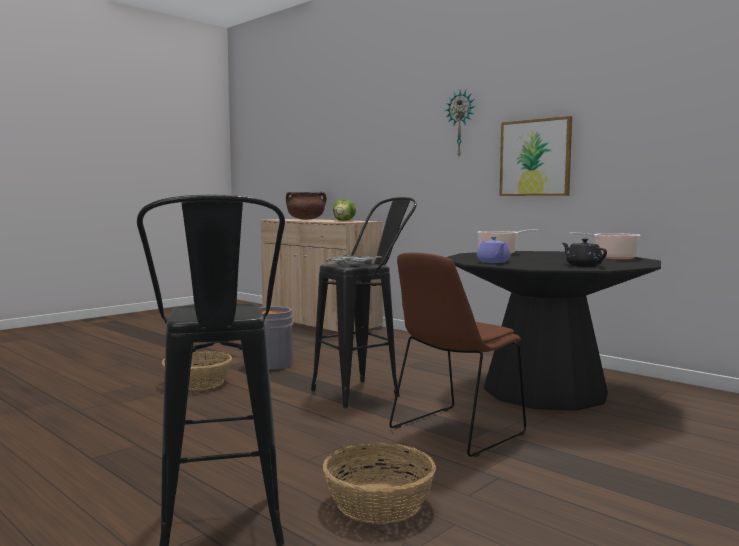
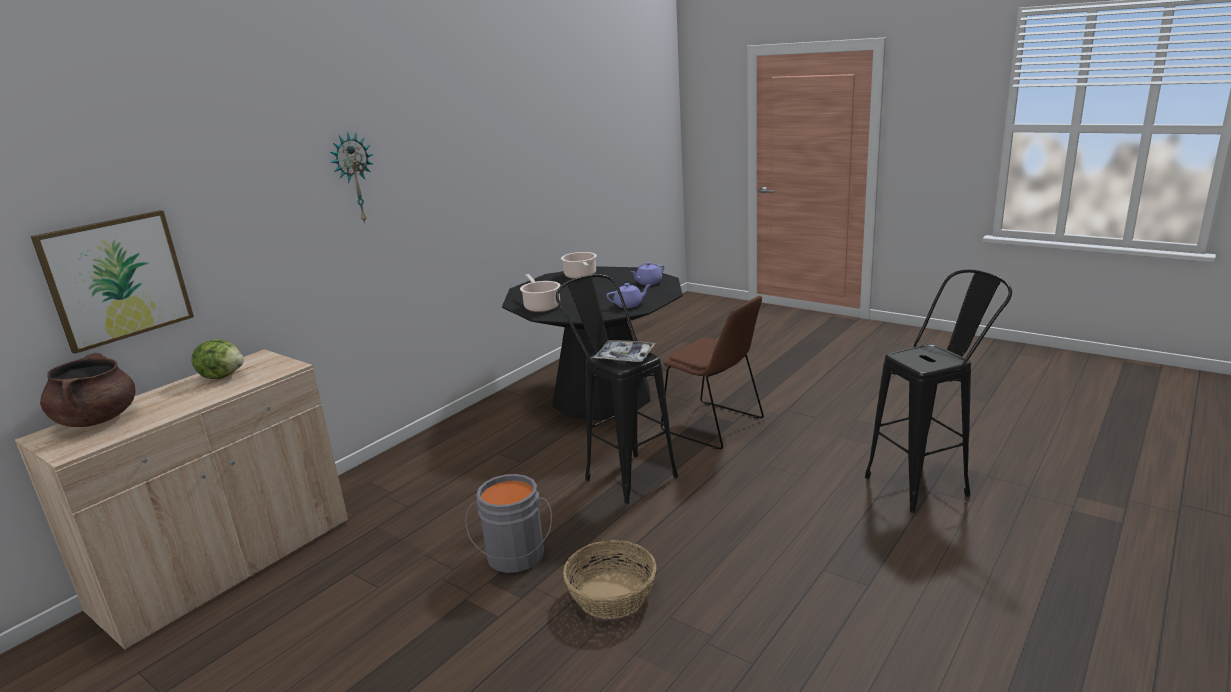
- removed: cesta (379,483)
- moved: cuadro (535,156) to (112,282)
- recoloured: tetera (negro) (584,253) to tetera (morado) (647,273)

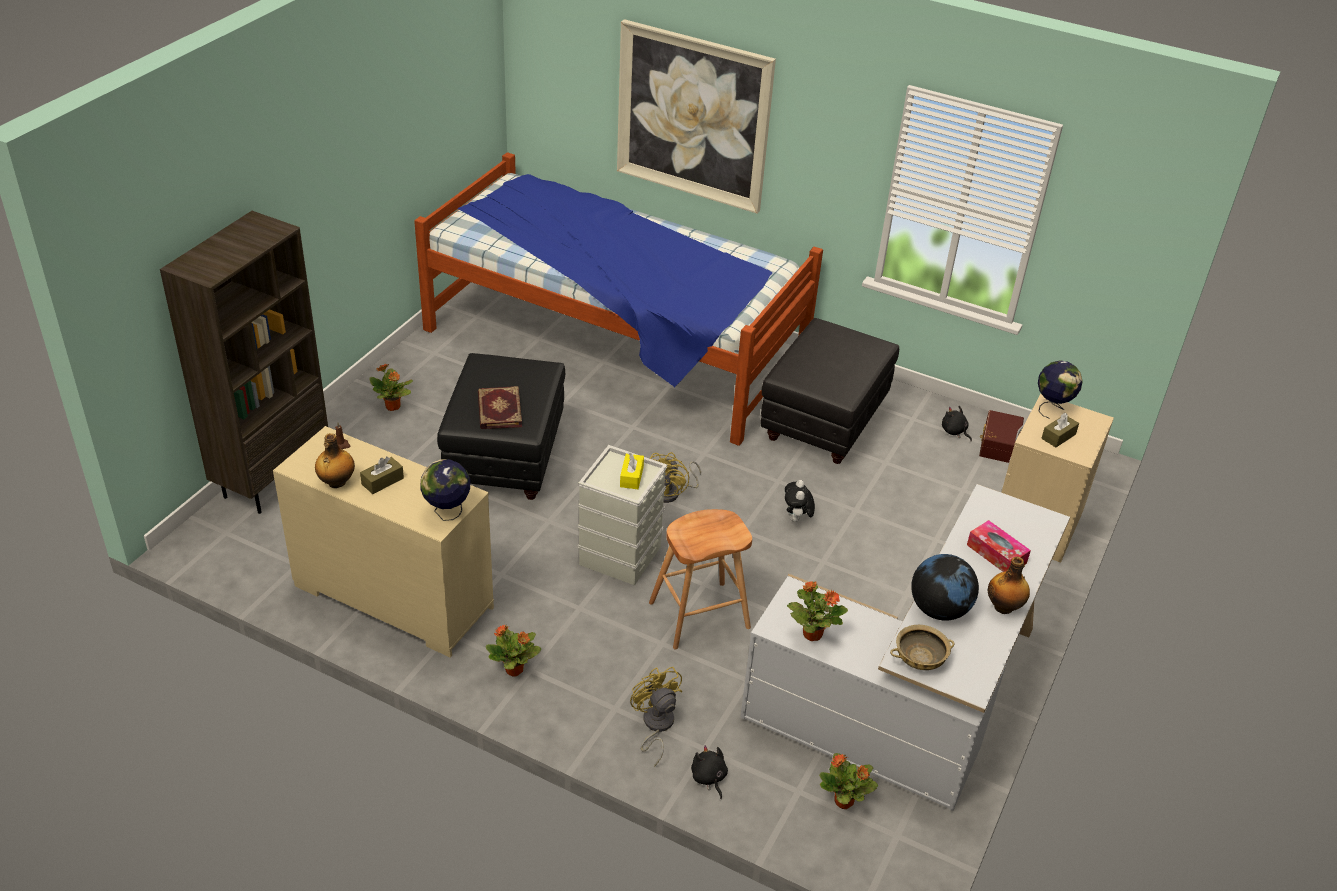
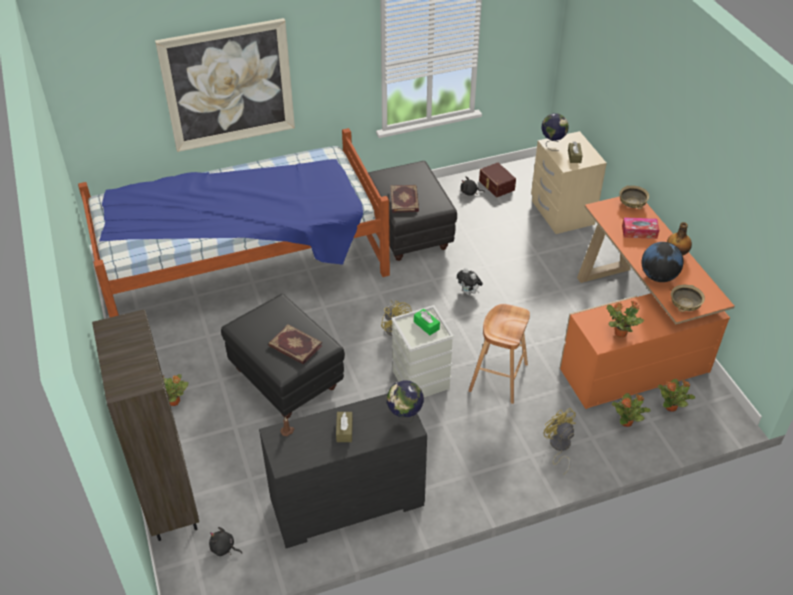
- recoloured: cómoda (beis) (383,542) to cómoda (negro) (343,470)
- removed: botella (335,460)
- moved: planta en maceta (513,650) to (631,410)
- recoloured: caja de pañuelos (amarillo) (632,470) to caja de pañuelos (verde) (427,322)
- turned: ventilador (amarillo) (656,717) = (559,441) 45 degrees clockwise
- moved: peluche (negro) (709,772) to (225,541)
- recoloured: escritorio (blanco) (905,647) to escritorio (naranja) (647,302)
- added: libro (404,199)
- added: cuenco (beis) (634,197)

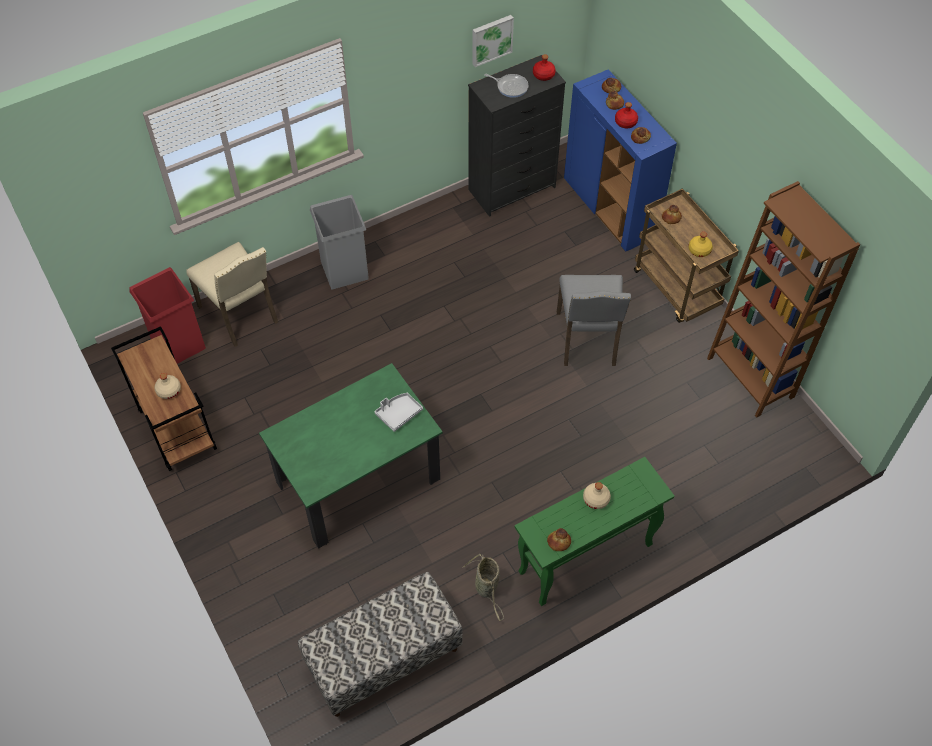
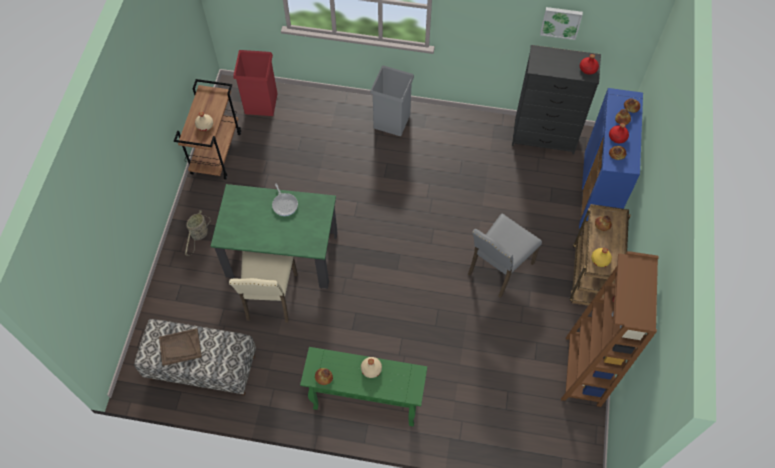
- moved: silla (beis) (232,294) to (263,287)
- removed: bandeja (gris) (399,412)
- moved: cesta (483,587) to (197,233)
- moved: sartén (506,86) to (285,199)
- added: bandeja (marrón) (180,347)

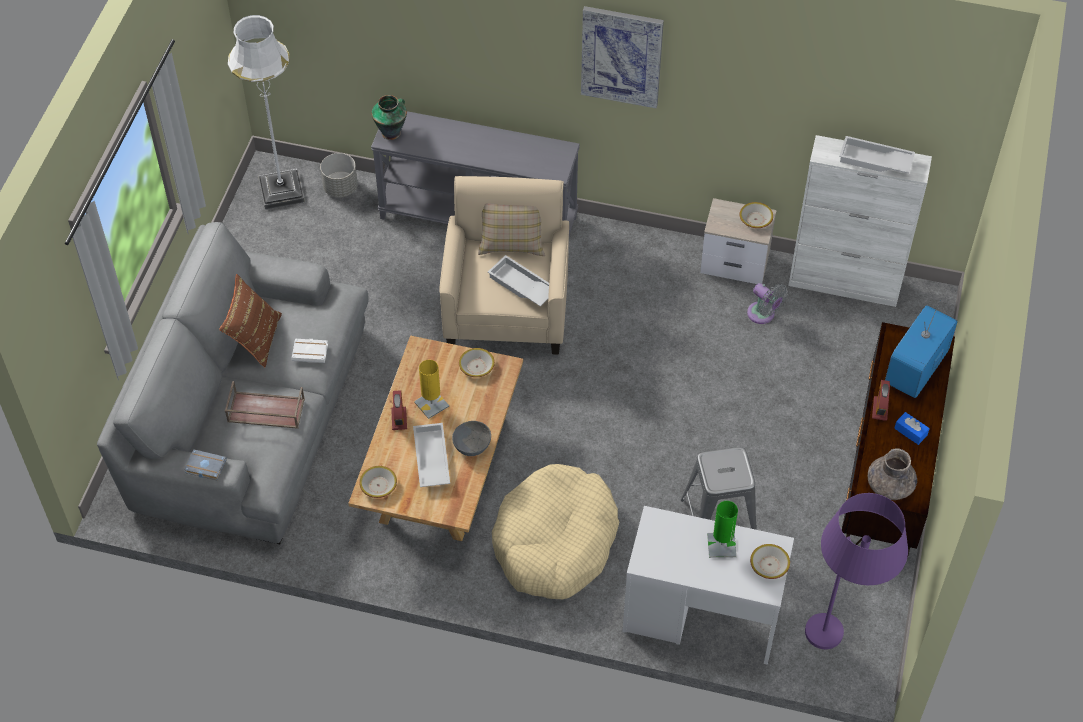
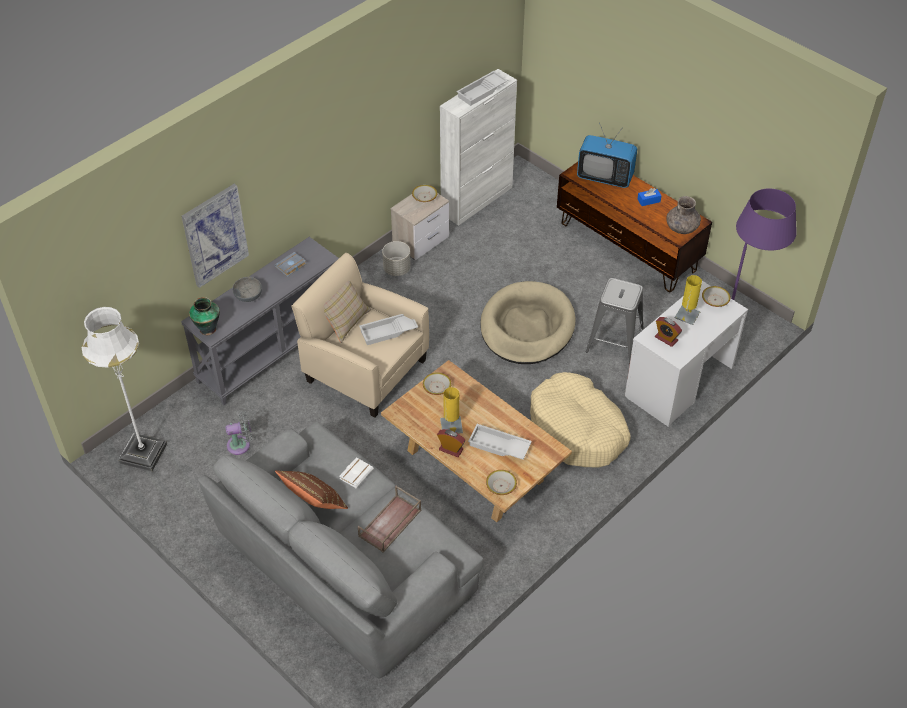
- moved: libro (gris) (205,465) to (291,264)
- moved: maceta (gris) (339,175) to (396,258)
- moved: cuenco (gris) (471,438) to (247,289)
- moved: cuadro (622,57) to (215,236)
- recoloured: lámpara de mesa (verde) (722,529) to lámpara de mesa (amarillo) (688,300)
- moved: ventilador (gris) (767,303) to (238,433)
- moved: despertador (881,400) to (668,332)
- turned: televisor (921,349) = (607,156) 45 degrees counterclockwise
- added: cama para perro (beis) (528,322)

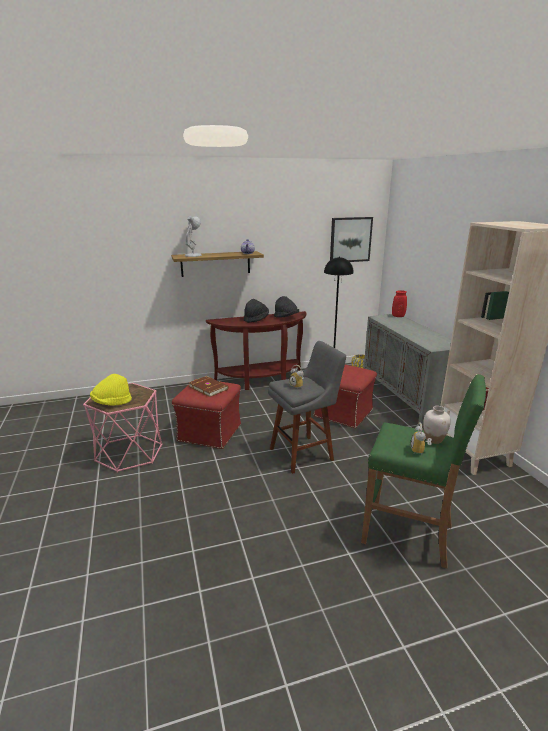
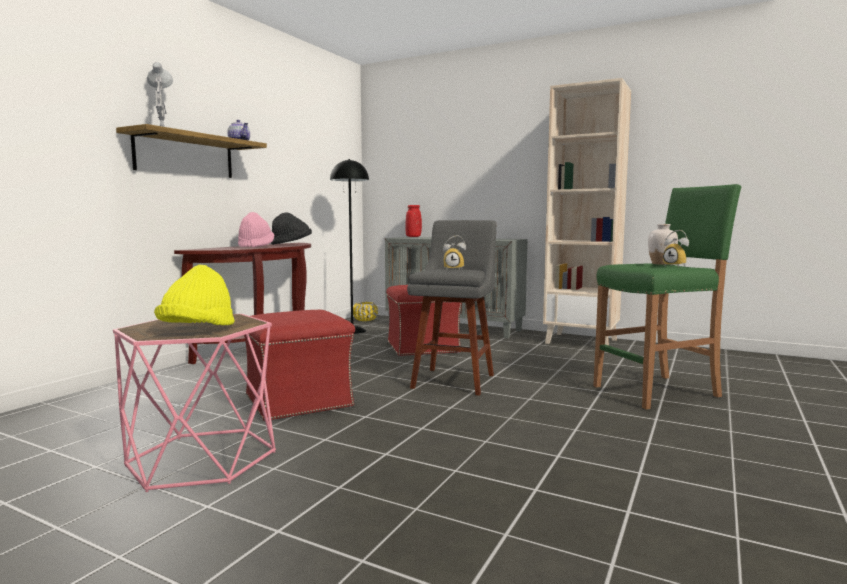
- removed: libro (marrón) (208,386)
- recoloured: sombrero (negro) (256,311) to sombrero (rosa) (256,230)
- removed: cuadro (351,239)

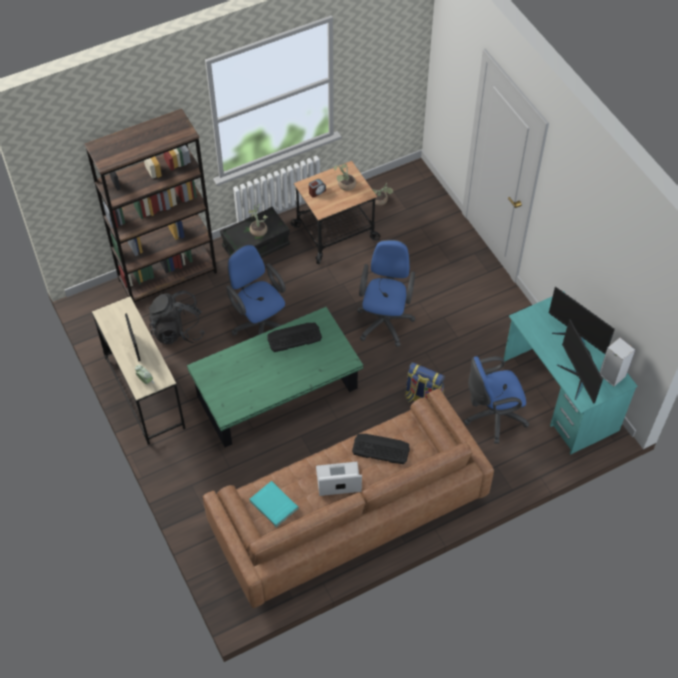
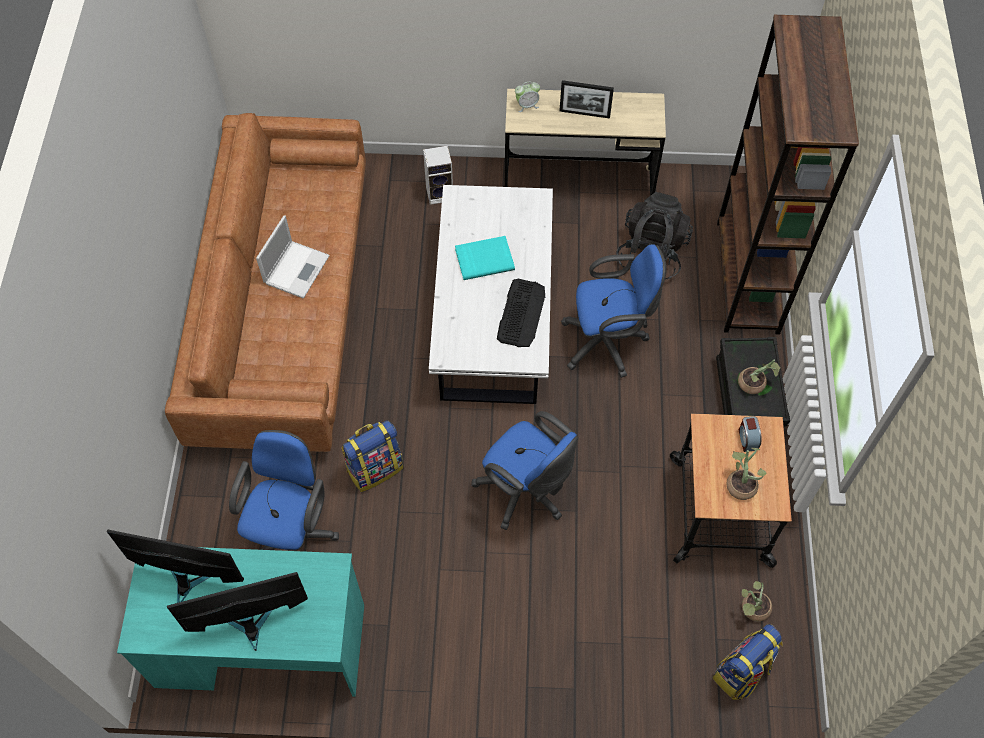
- recoloured: mesa de centro (verde) (275,377) to mesa de centro (blanco) (491,294)
- moved: libro (turquesa) (274,504) to (485,258)
- removed: teclado (381,449)
- moved: altavoz (617,362) to (438,175)
- added: mochila (747,662)

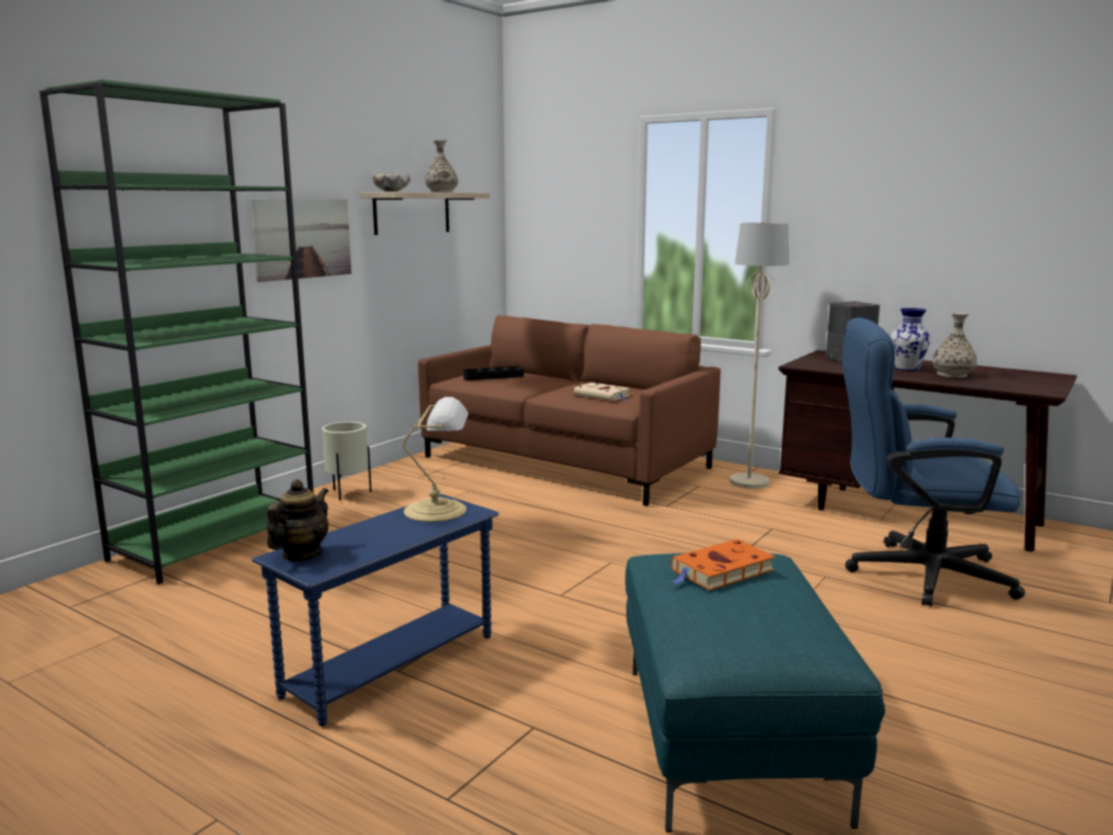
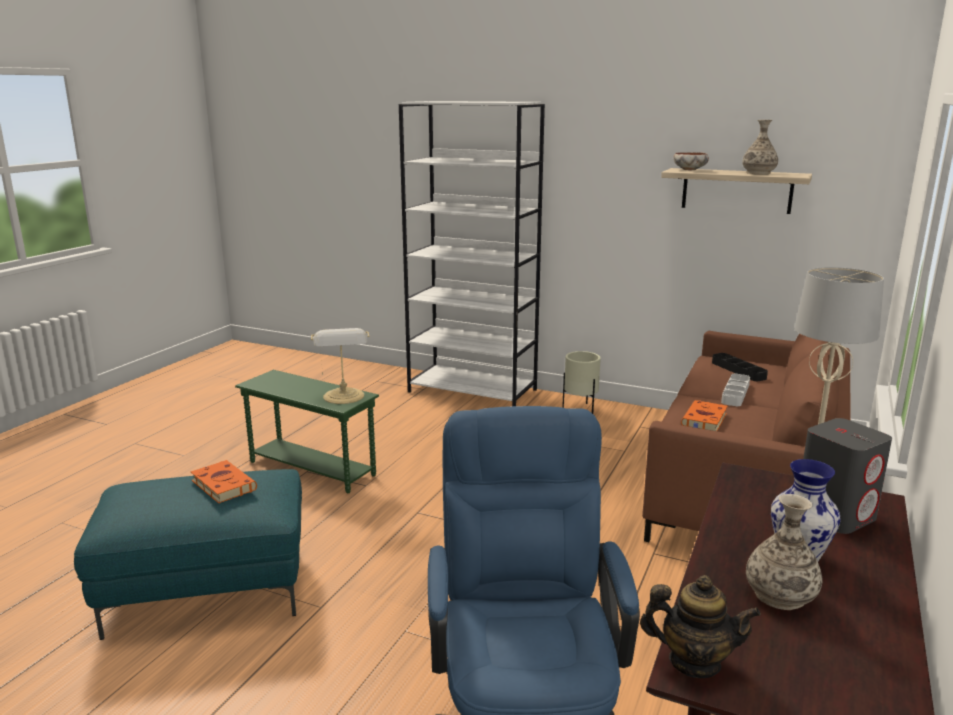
- recoloured: estantería (verde) (176,331) to estantería (blanco) (472,253)
- removed: cuadro (300,240)
- recoloured: mesa auxiliar (azul) (375,610) to mesa auxiliar (verde) (307,431)
- moved: tetera (298,520) to (700,626)
- recoloured: libro (beis) (602,391) to libro (naranja) (704,415)
- added: bandeja (gris) (735,390)

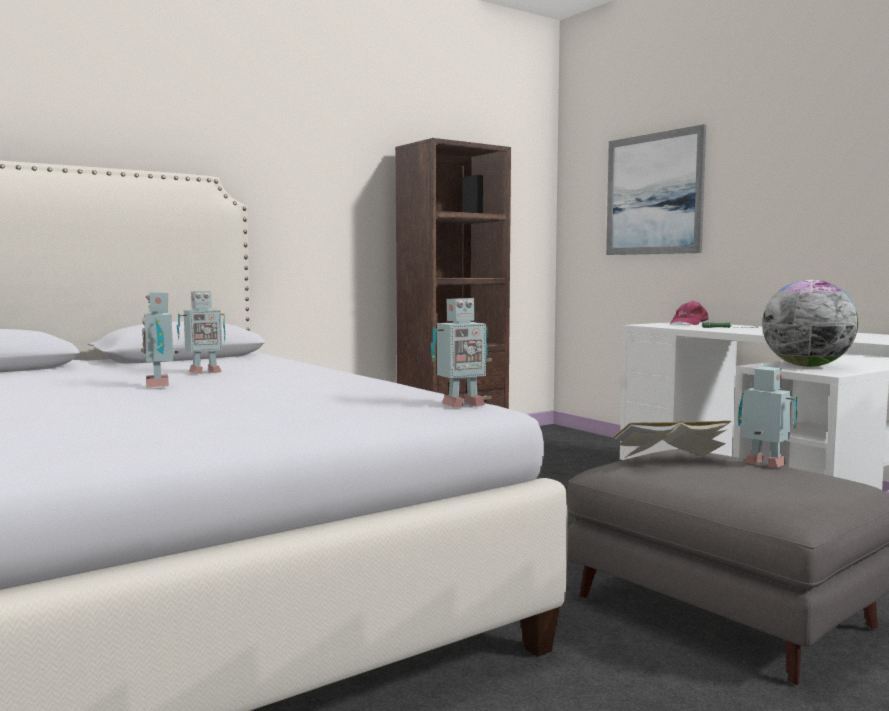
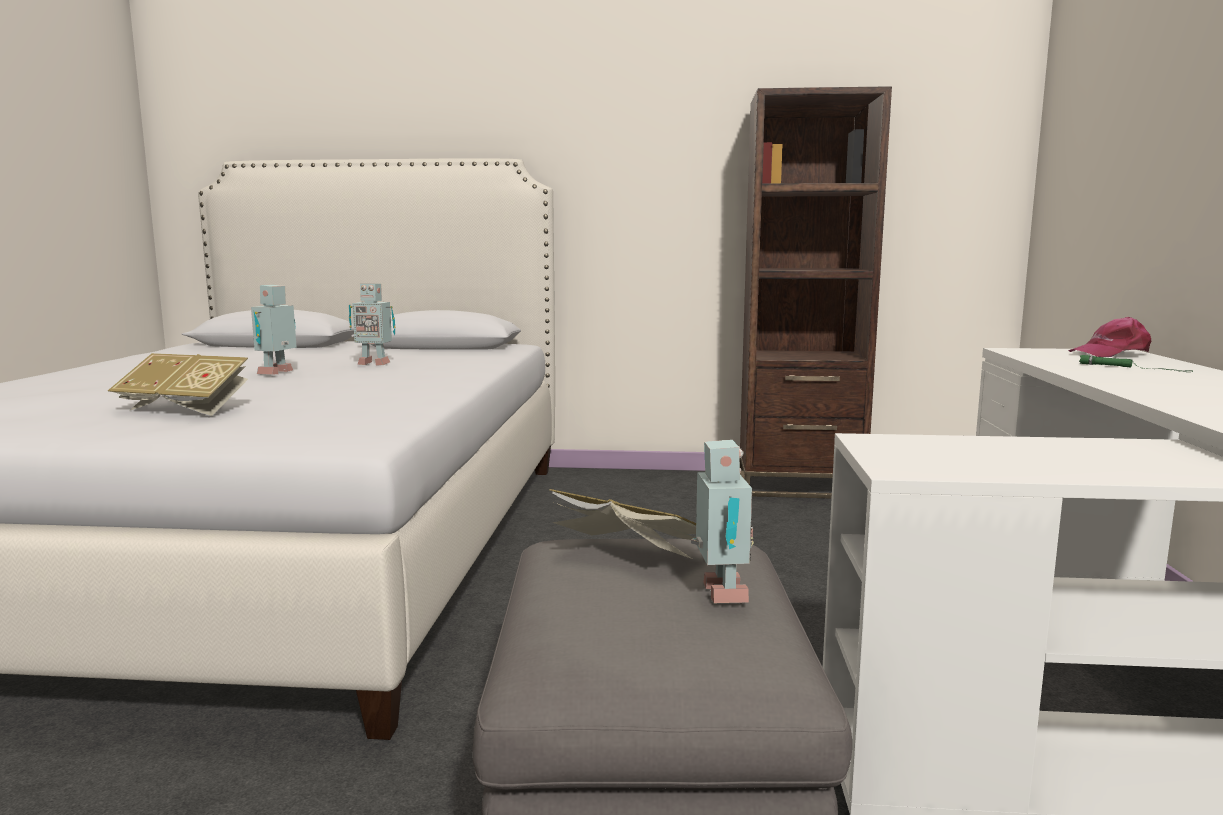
- removed: robot de juguete (459,353)
- removed: cuadro (656,189)
- removed: globo terráqueo (810,323)
- added: libro (178,384)

